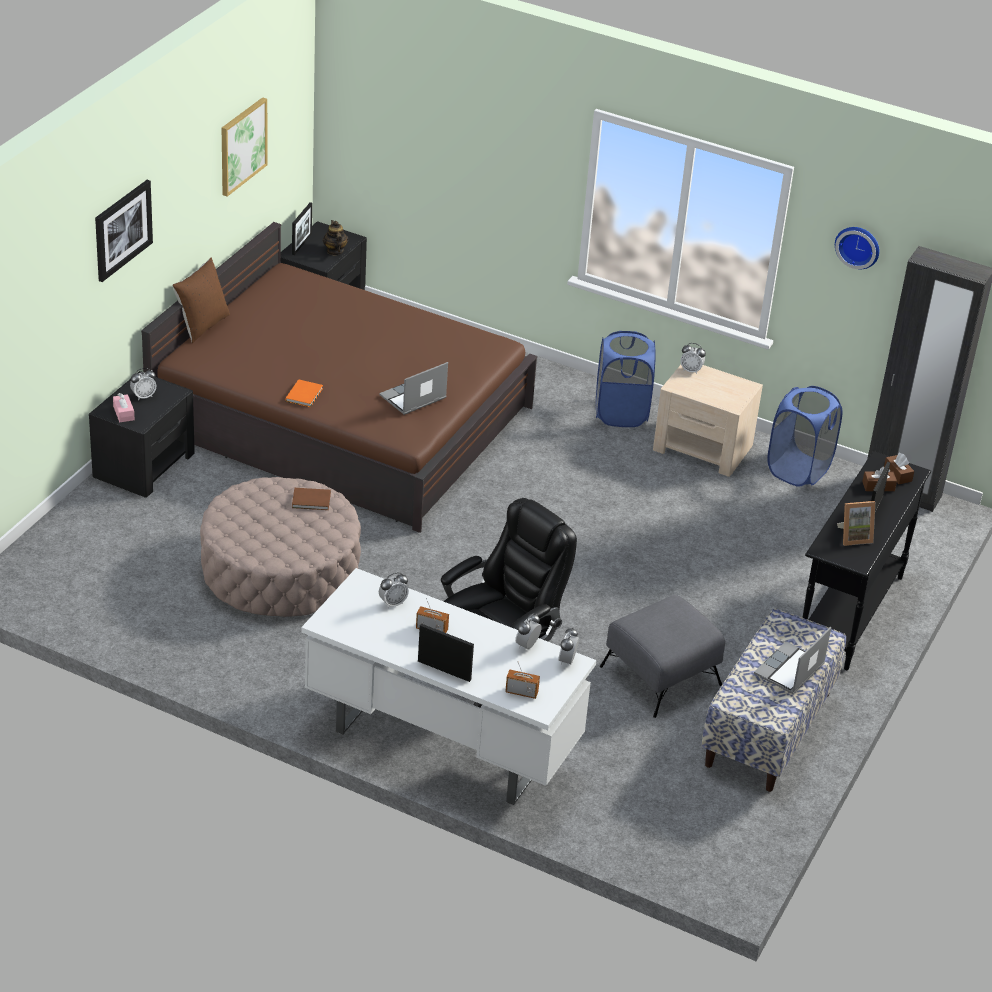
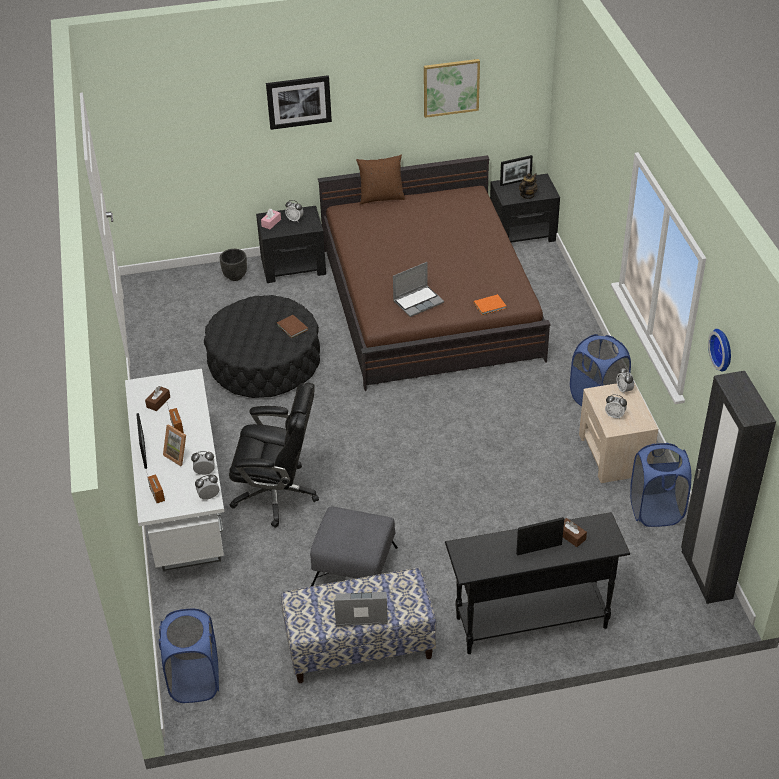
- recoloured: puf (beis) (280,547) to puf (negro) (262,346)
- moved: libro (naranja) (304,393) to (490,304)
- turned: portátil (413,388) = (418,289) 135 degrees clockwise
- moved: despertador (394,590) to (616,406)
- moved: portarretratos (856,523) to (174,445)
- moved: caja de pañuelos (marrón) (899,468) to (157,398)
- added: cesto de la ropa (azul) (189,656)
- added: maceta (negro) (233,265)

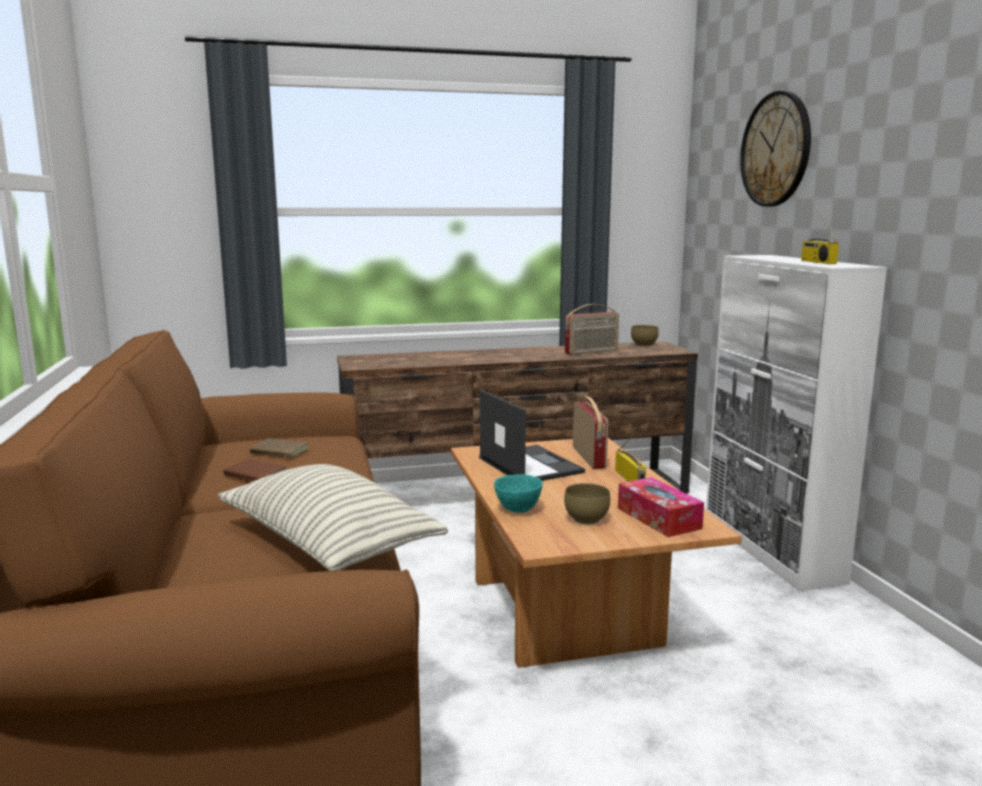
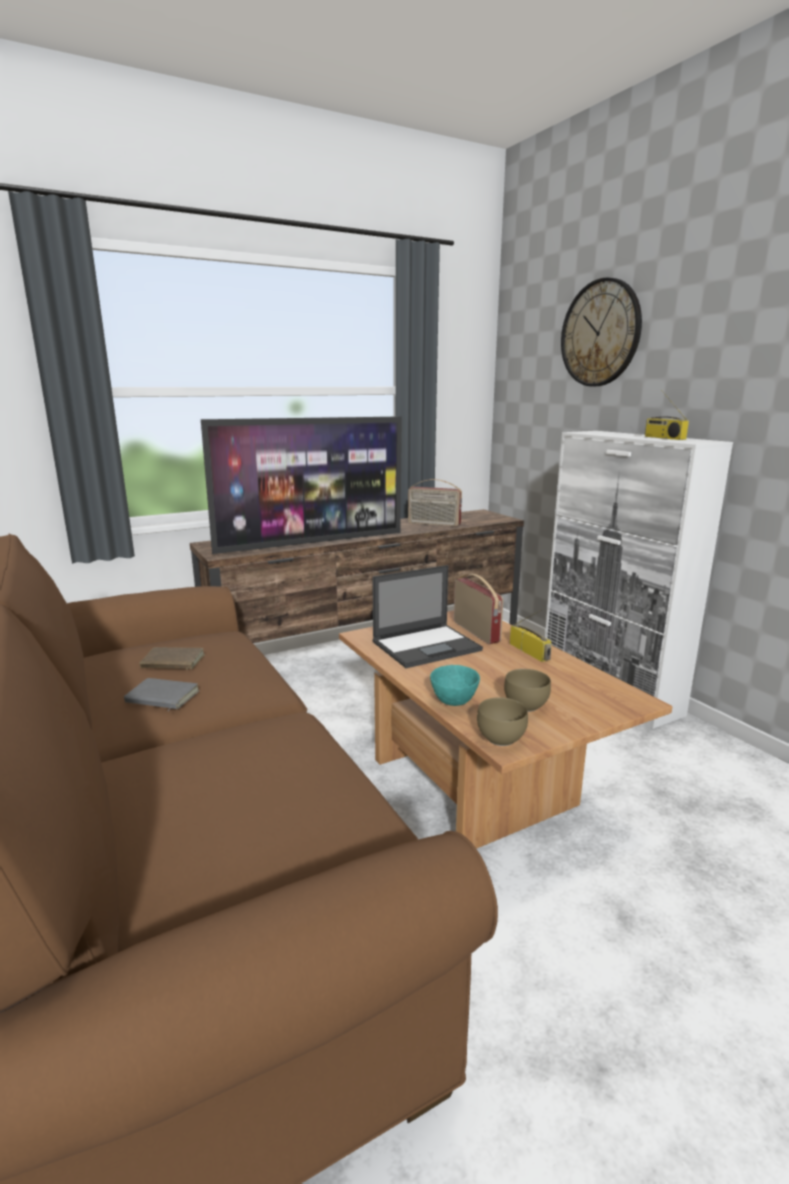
- removed: cojín (333,517)
- recoloured: libro (marrón) (254,470) to libro (gris) (162,694)
- turned: portátil (532,435) = (427,616) 105 degrees clockwise
- turned: radio (592,329) = (435,503) 60 degrees clockwise
- removed: caja de pañuelos (661,507)
- moved: cuenco (marrón) (645,335) to (502,721)
- added: televisor (301,485)

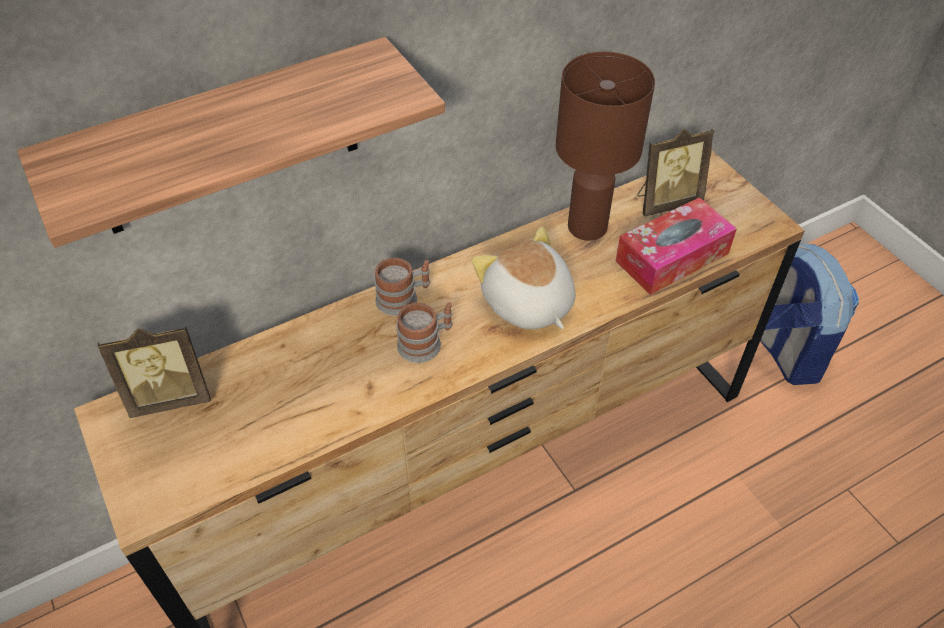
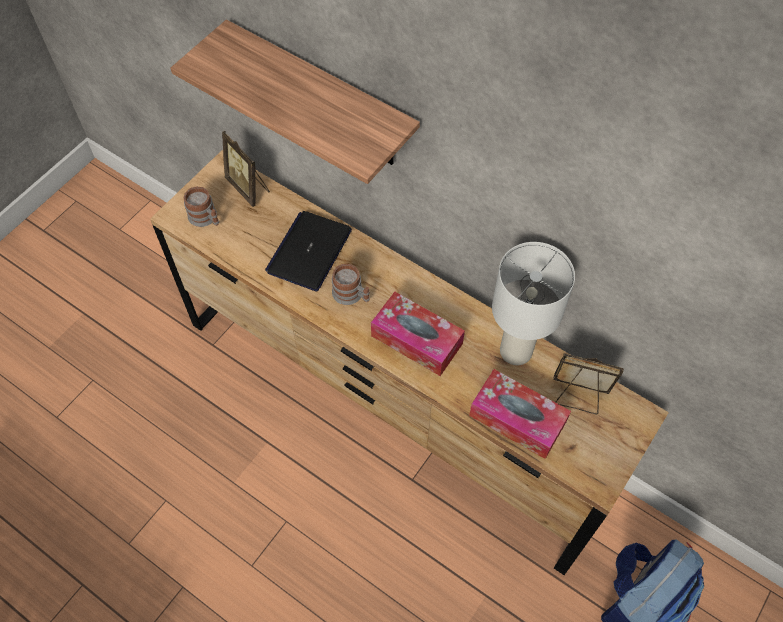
- moved: taza grande (402,287) to (201,207)
- replaced: peluche (523,278) to caja de pañuelos (418,334)
- recoloured: lámpara de mesa (marrón) (605,146) to lámpara de mesa (blanco) (533,303)
- turned: portarretratos (675,172) = (588,383) 150 degrees clockwise
- added: portátil (308,251)

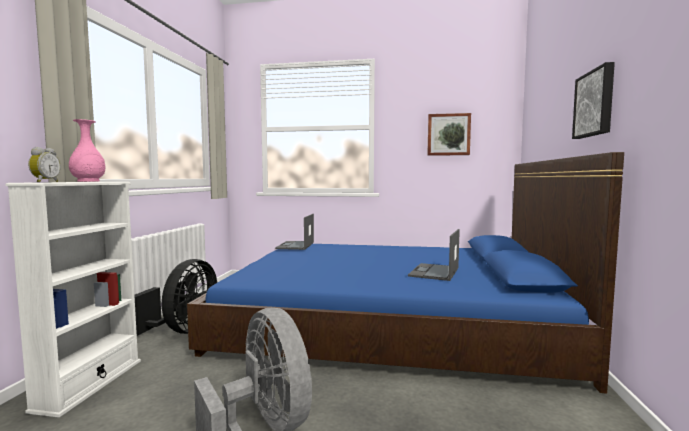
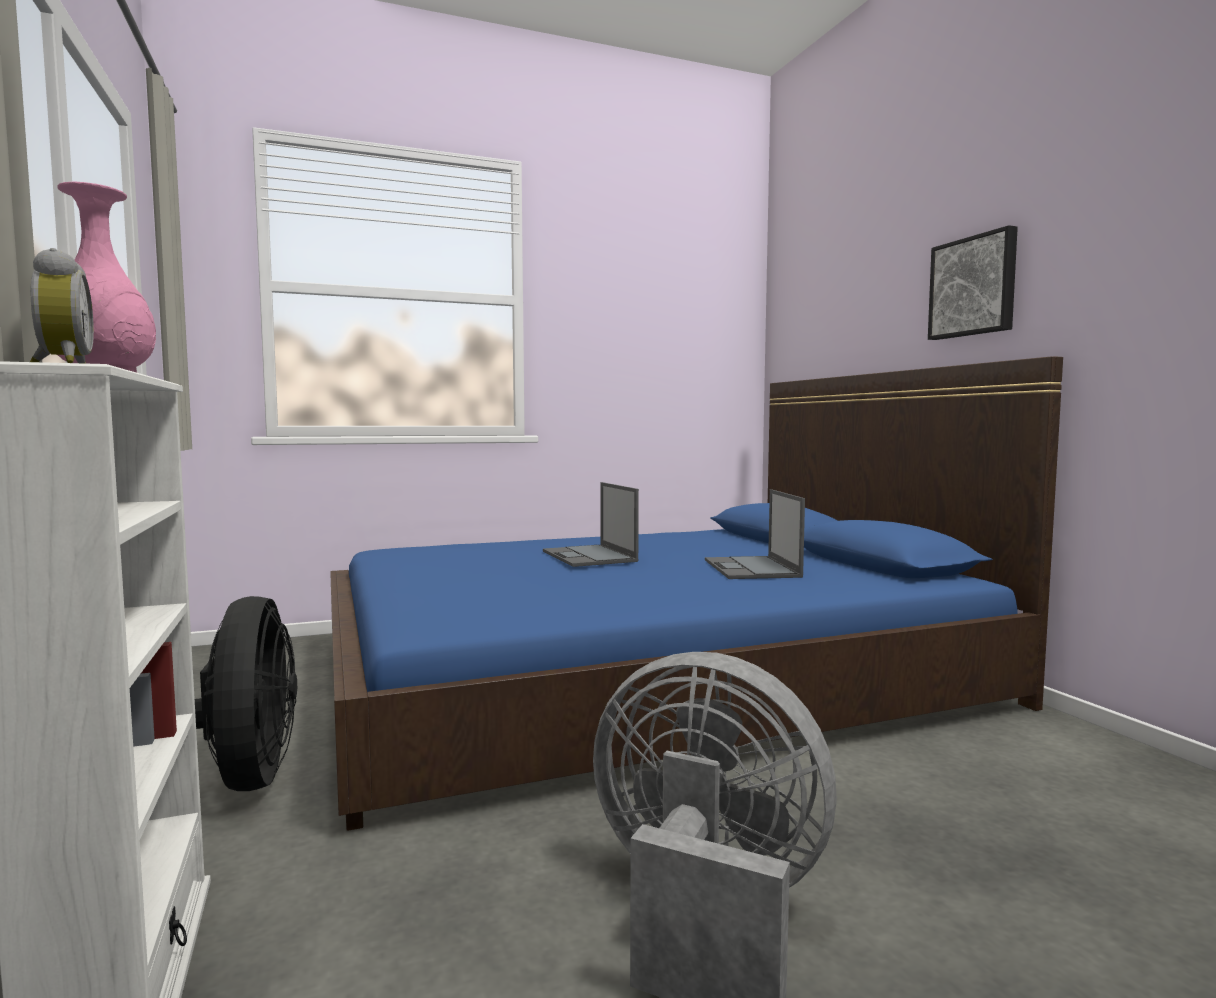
- moved: portátil (294,232) to (591,524)
- removed: cuadro (449,134)

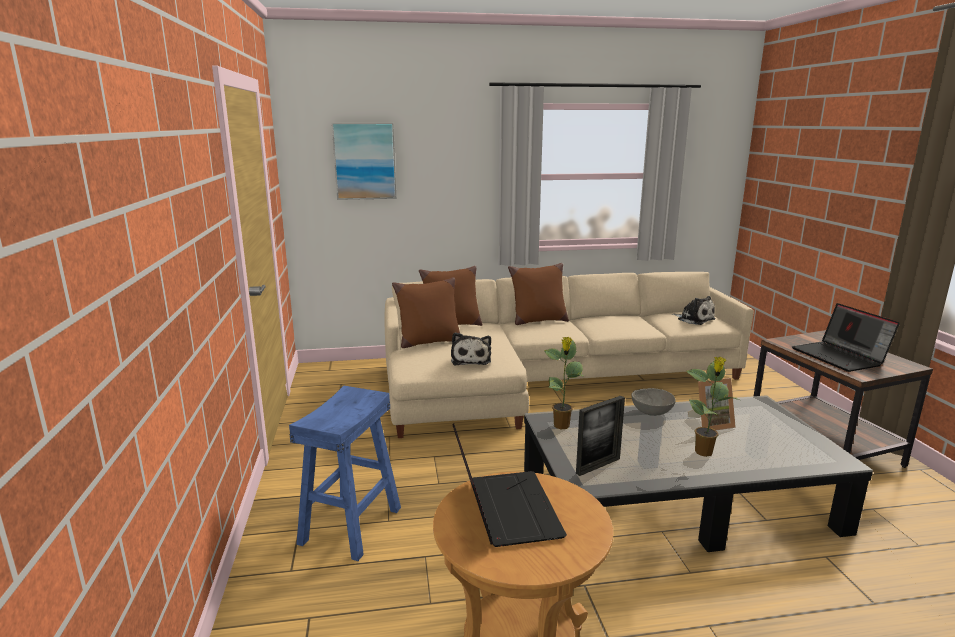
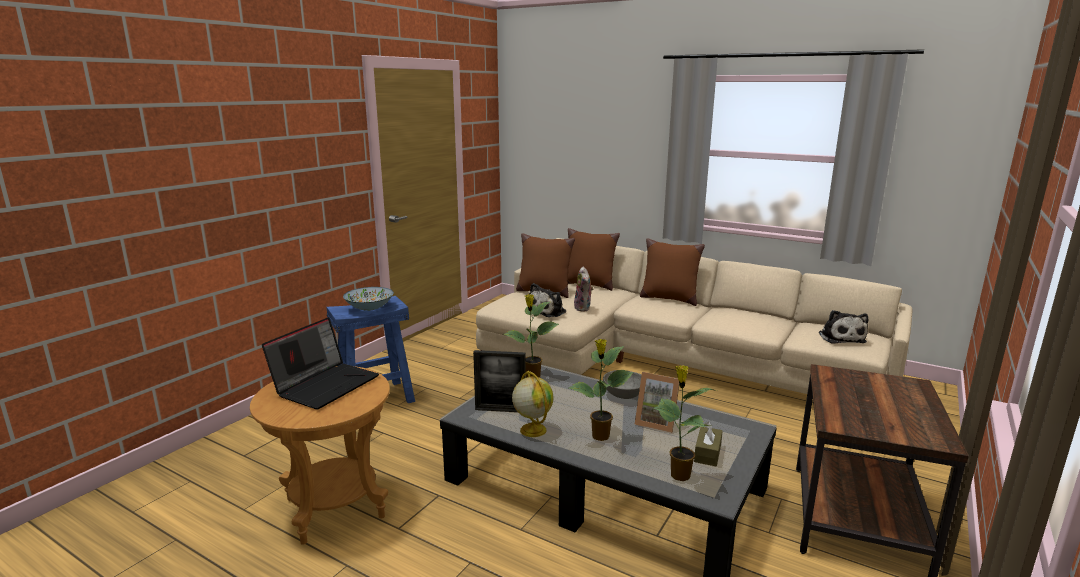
- removed: cuadro (364,161)
- removed: portátil (846,337)
- added: cuenco (368,299)
- added: globo terráqueo (533,404)
- added: peluche (584,289)
- added: planta en maceta (685,423)
- added: caja de pañuelos (marrón) (708,444)

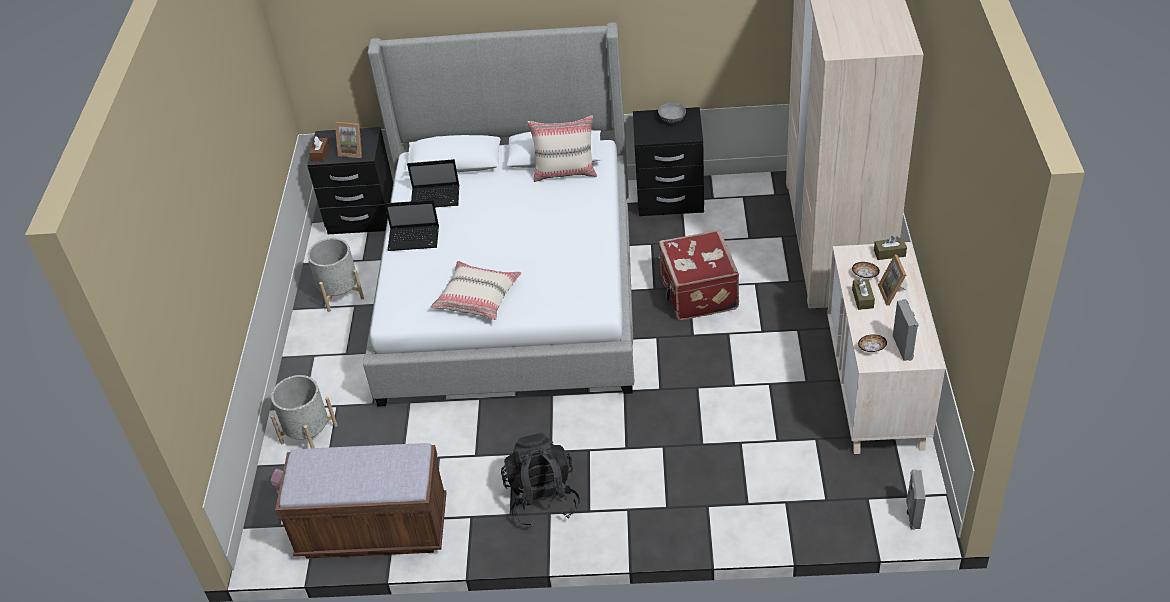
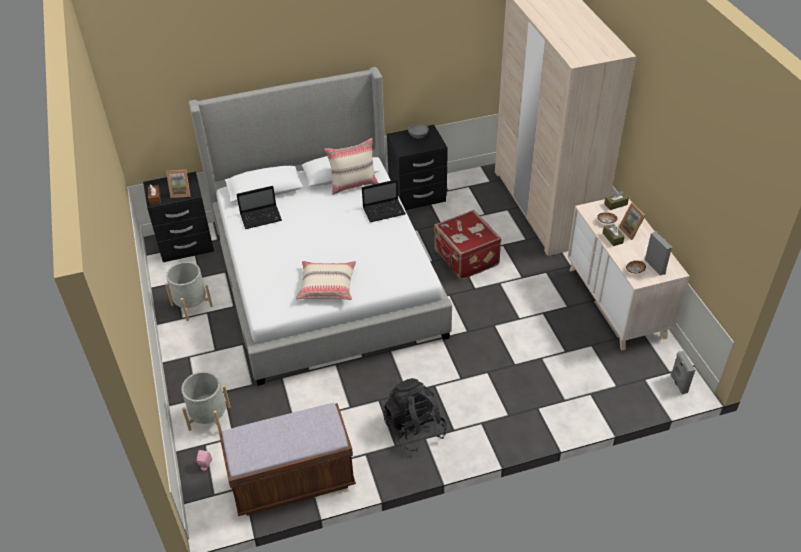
- moved: portátil (412,225) to (384,200)

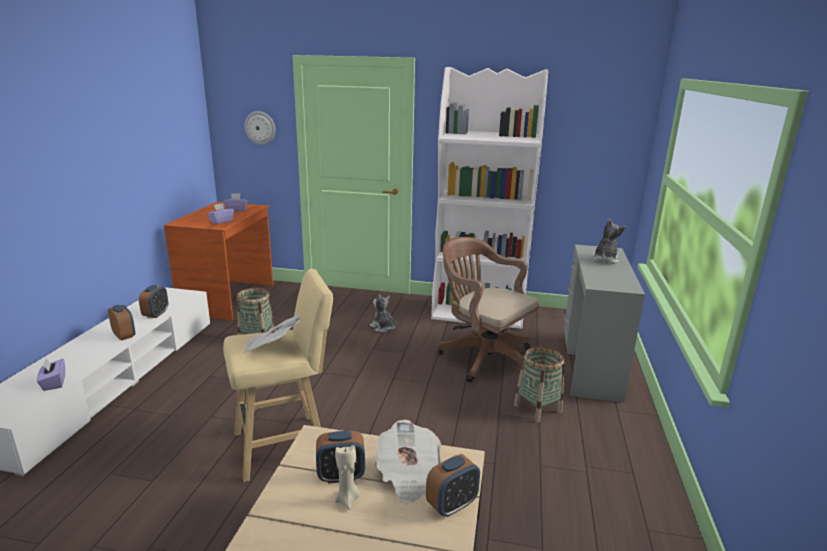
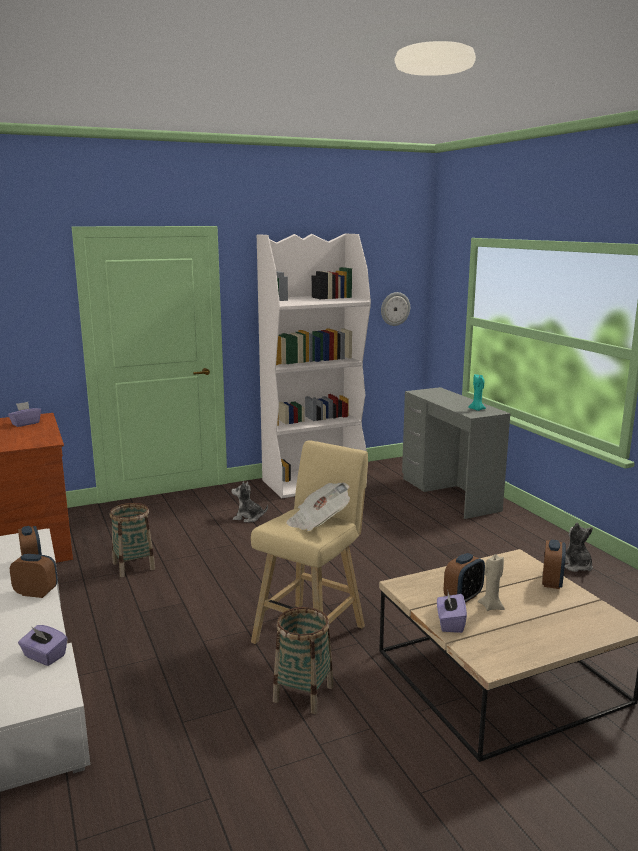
- moved: caja de pañuelos (morado) (220,213) to (452,612)
- moved: reloj de pared (260,128) to (395,309)
- removed: periódico (408,462)
- removed: silla de oficina (marrón) (488,310)
- moved: cesta (539,384) to (303,660)
- moved: peluche (609,241) to (579,547)
- added: vela (turquesa) (477,392)

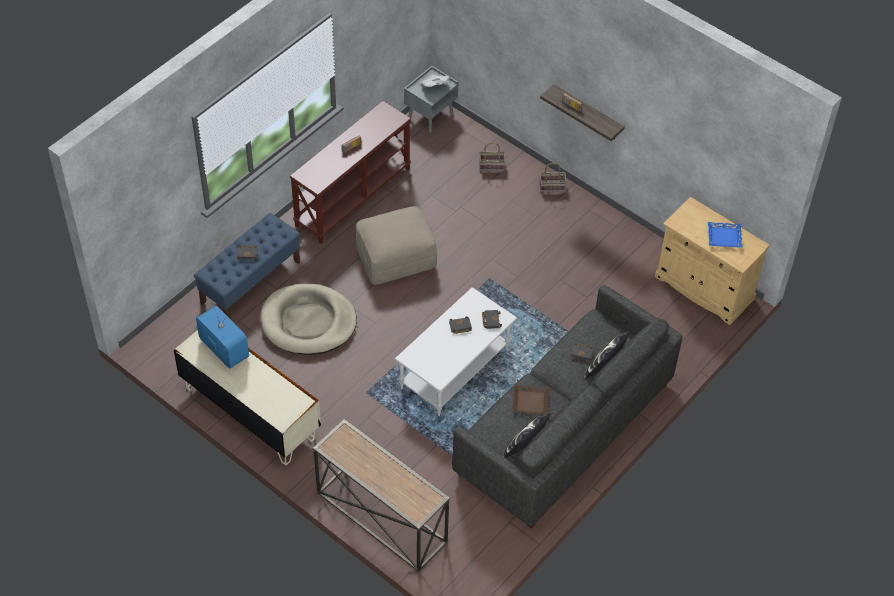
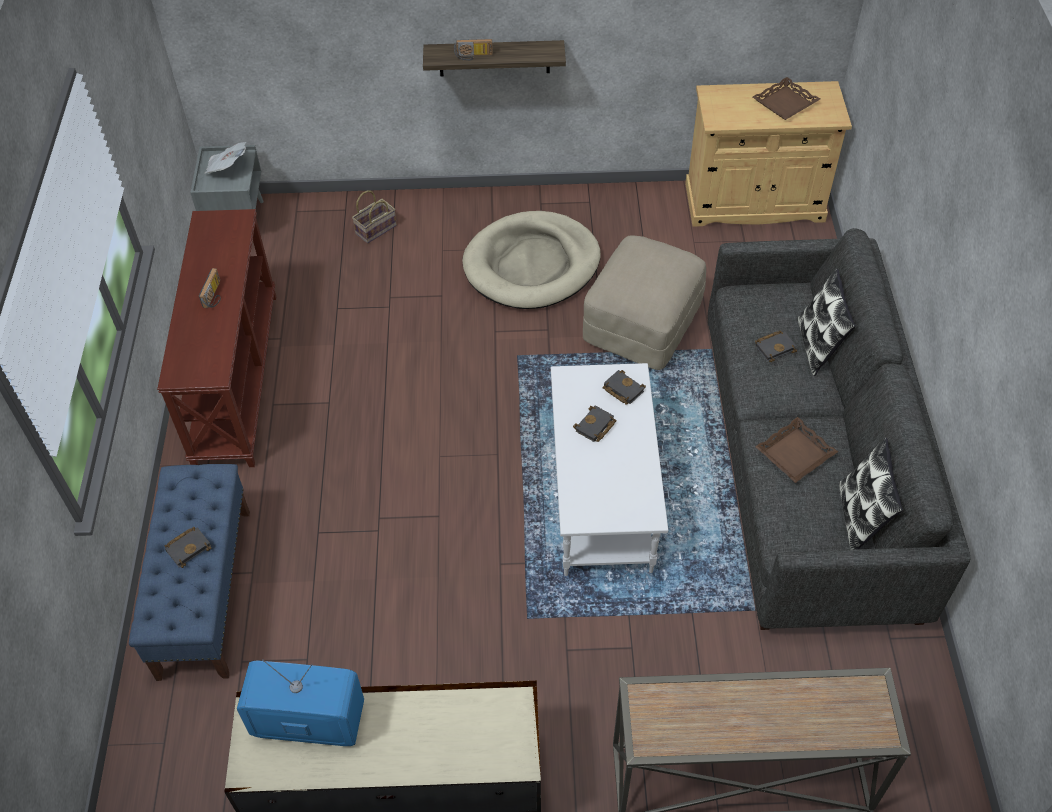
- moved: cama para perro (beis) (309,319) to (531,260)
- moved: puf (beis) (396,245) to (644,303)
- removed: cesta (552,178)
- recoloured: bandeja (azul) (725,235) to bandeja (marrón) (786,98)

